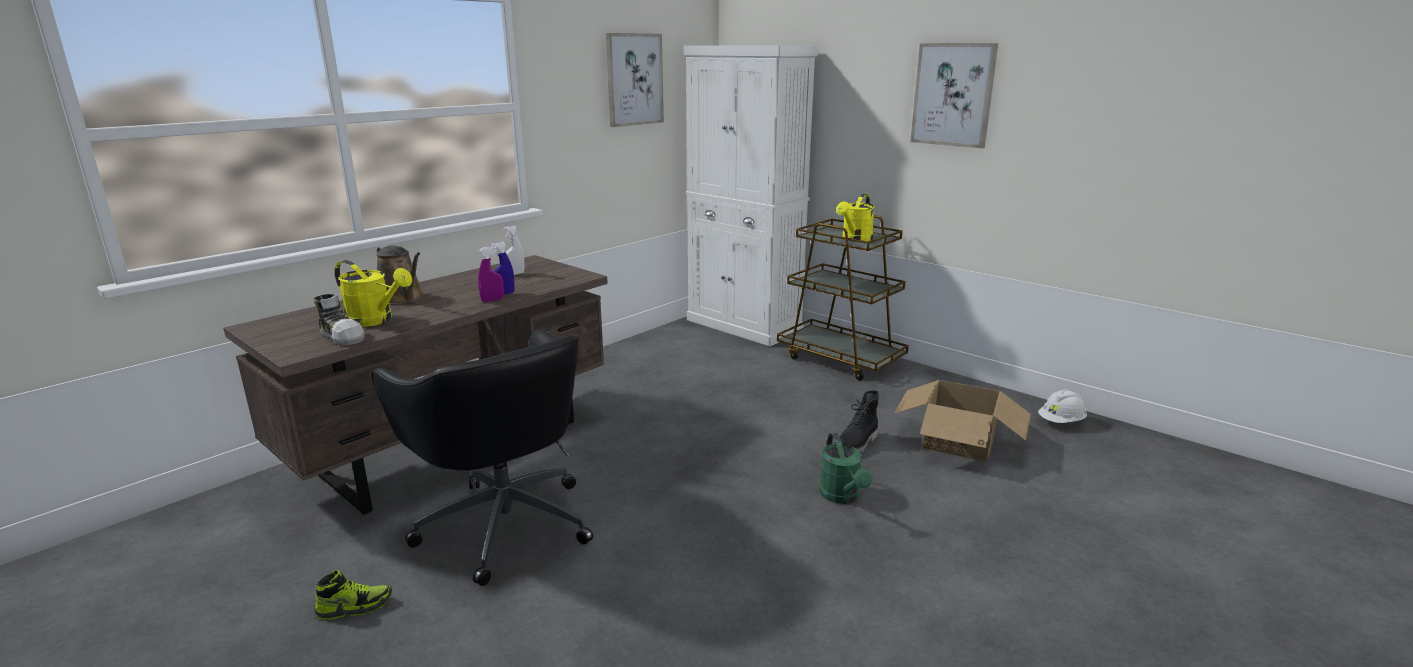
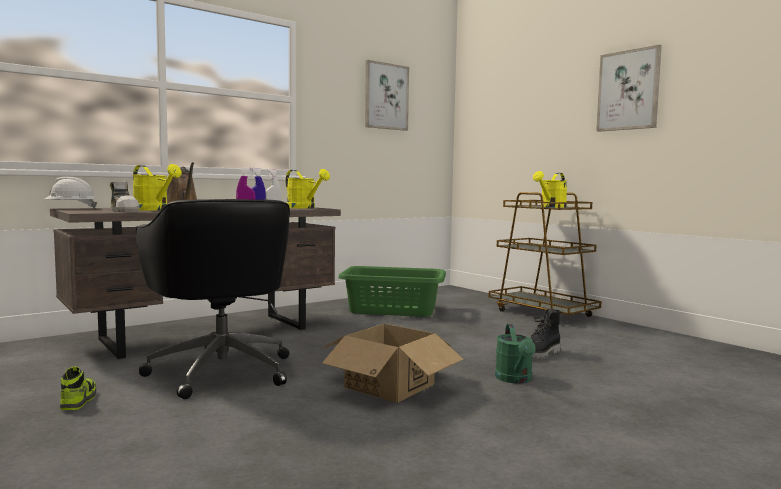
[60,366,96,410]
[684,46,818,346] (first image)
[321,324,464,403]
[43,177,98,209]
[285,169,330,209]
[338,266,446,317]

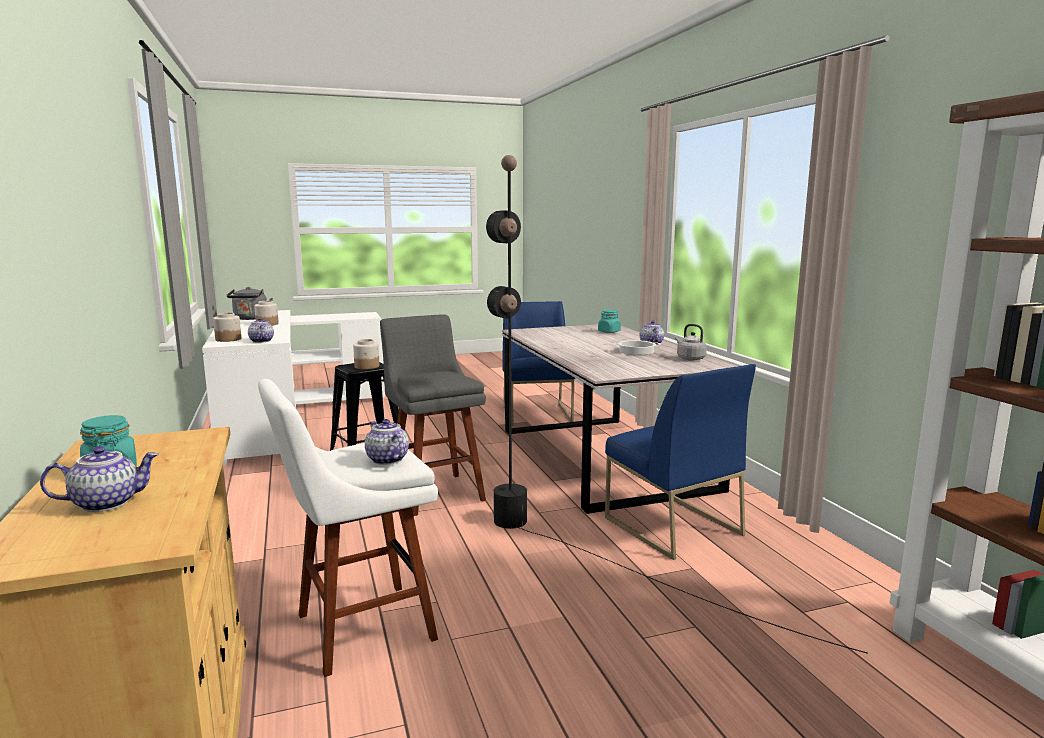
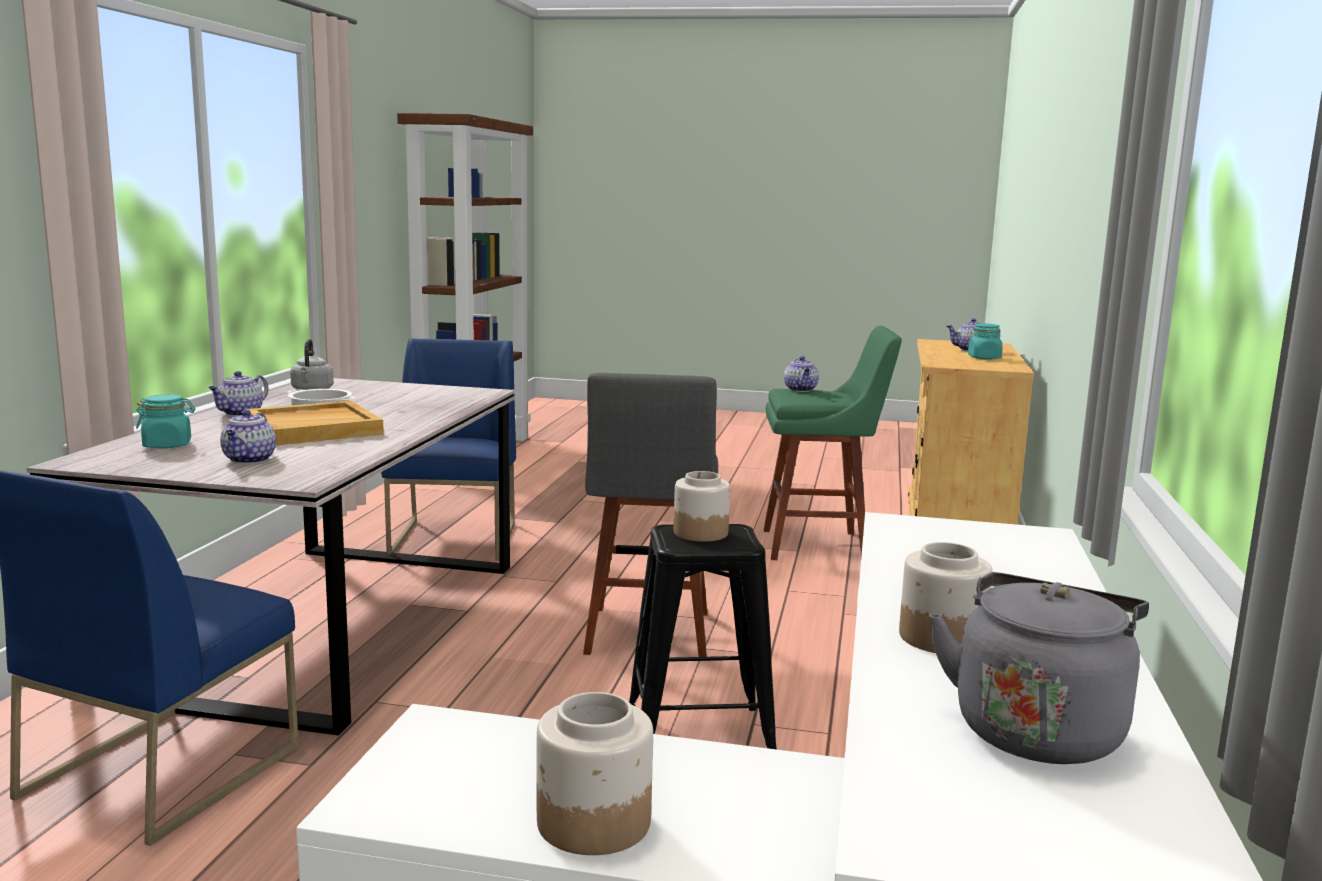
[537,692,653,855]
[220,410,276,464]
[764,326,902,560]
[486,155,868,654] (first image)
[246,401,384,445]

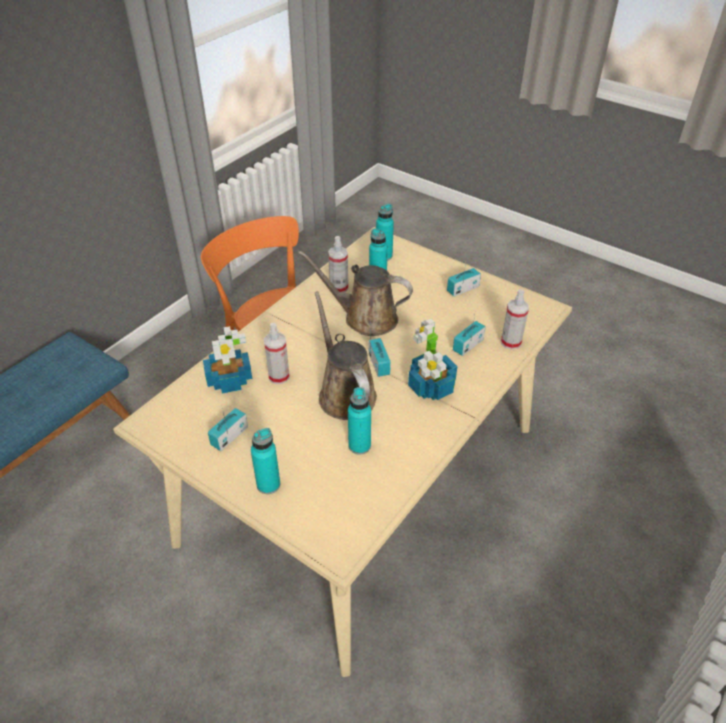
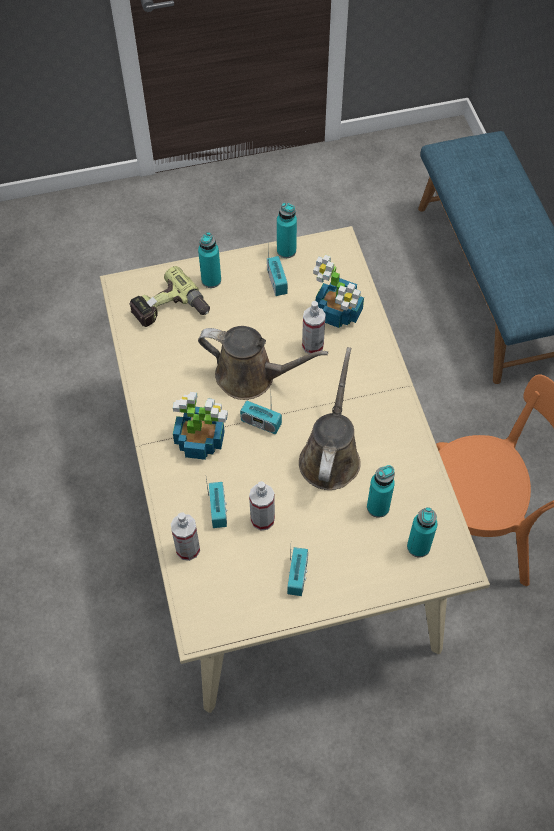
[299,347,361,490]
[249,481,275,531]
[277,203,297,258]
[129,266,210,327]

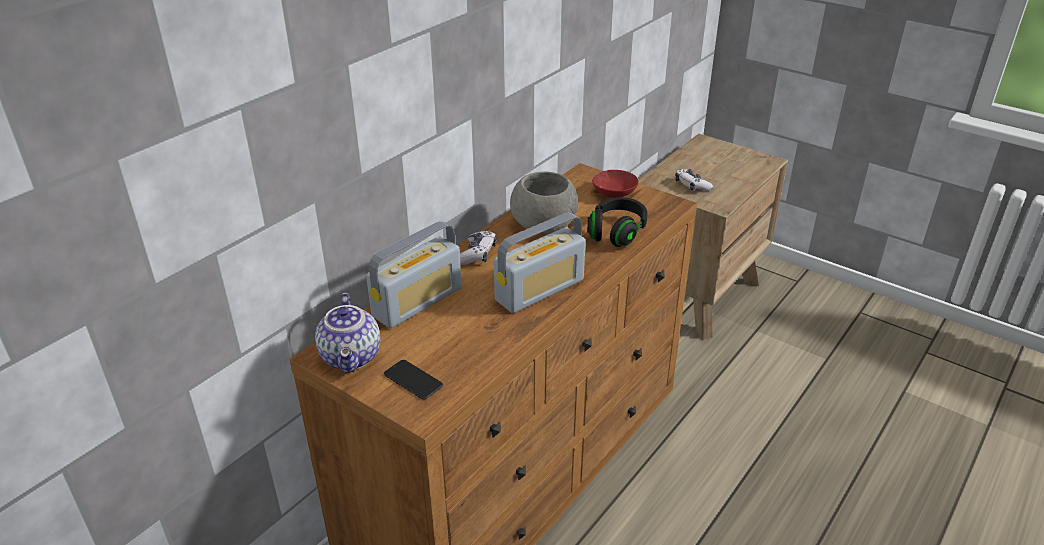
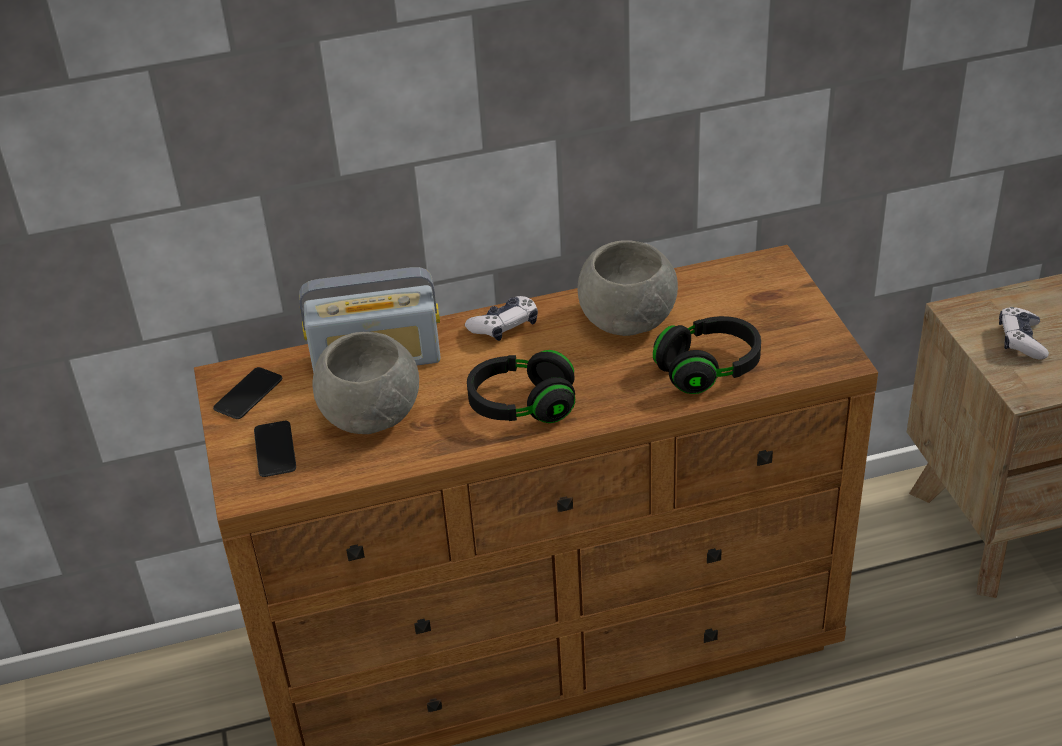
[213,367,282,419]
[467,350,575,423]
[592,170,639,198] (first image)
[312,332,419,434]

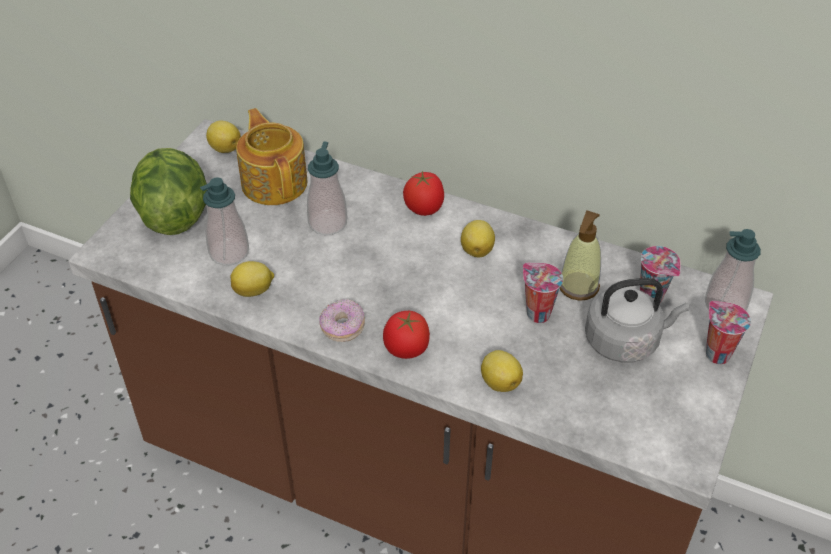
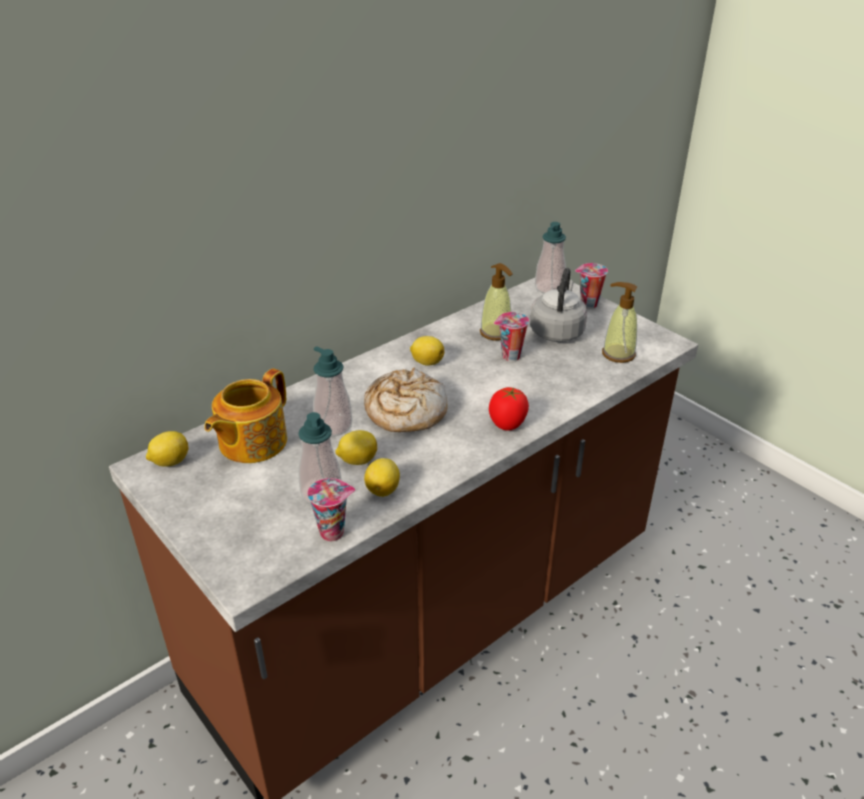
[130,148,208,235] (first image)
[205,368,287,463]
[319,299,365,342] (first image)
[403,171,444,216] (first image)
[335,430,377,465]
[307,478,355,541]
[364,367,447,432]
[602,282,637,363]

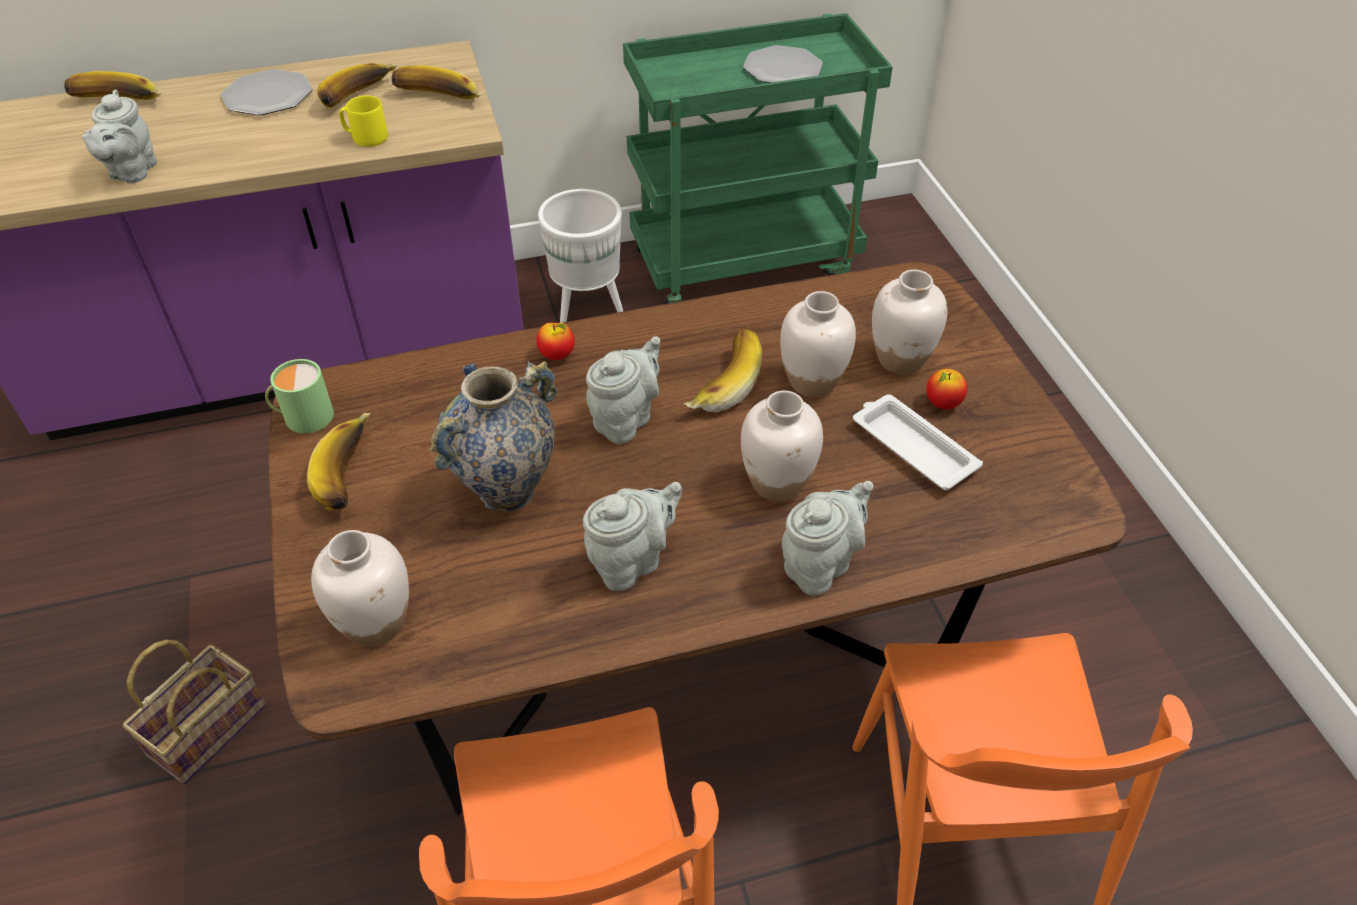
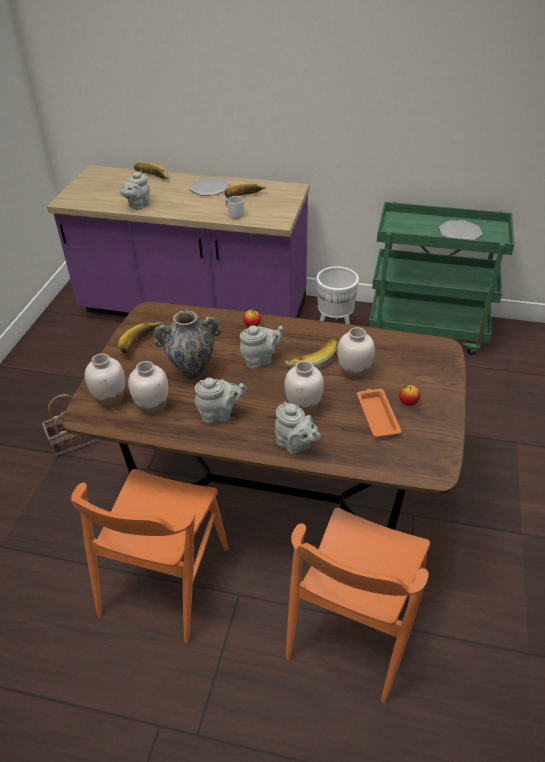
[265,359,334,434] (first image)
[226,196,245,219]
[392,65,481,99] (first image)
[275,402,321,455]
[357,389,402,437]
[128,361,168,416]

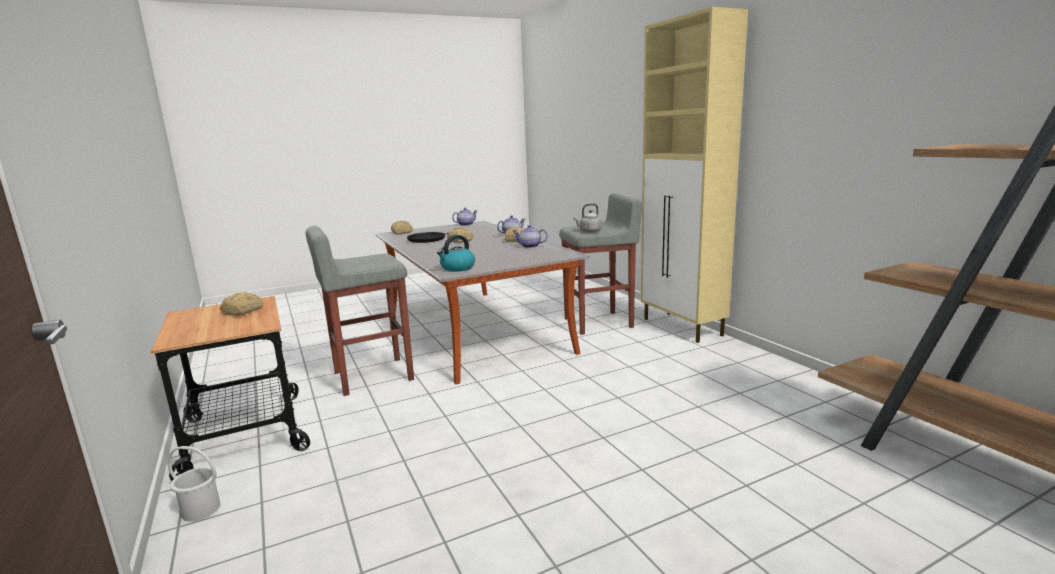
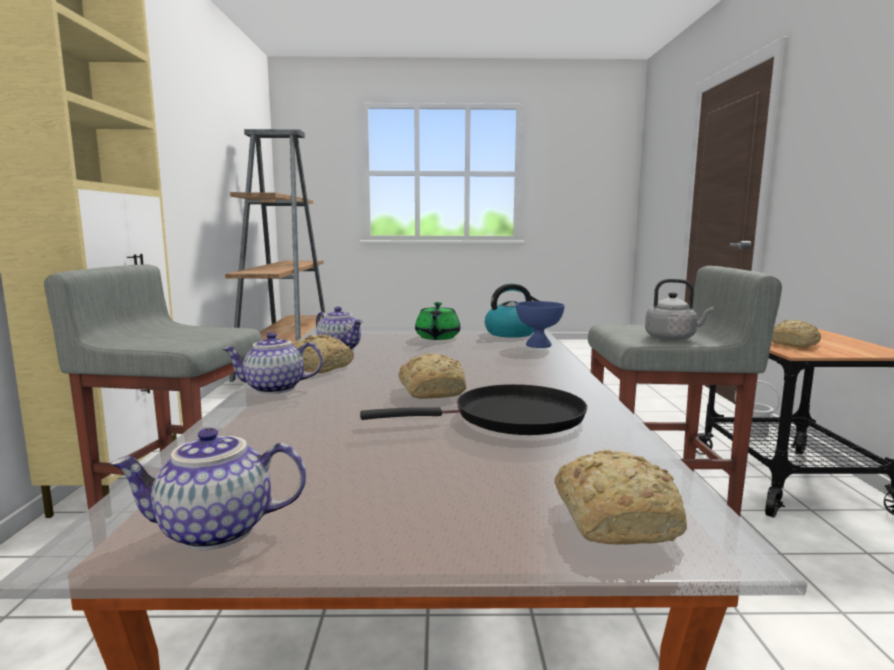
[645,279,714,340]
[415,302,461,340]
[516,301,565,348]

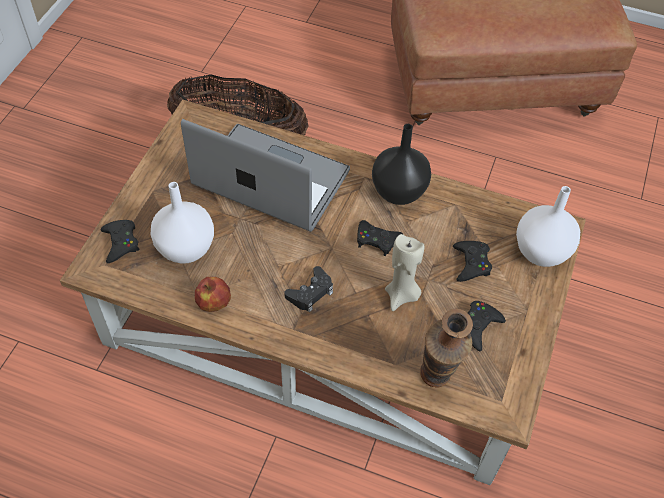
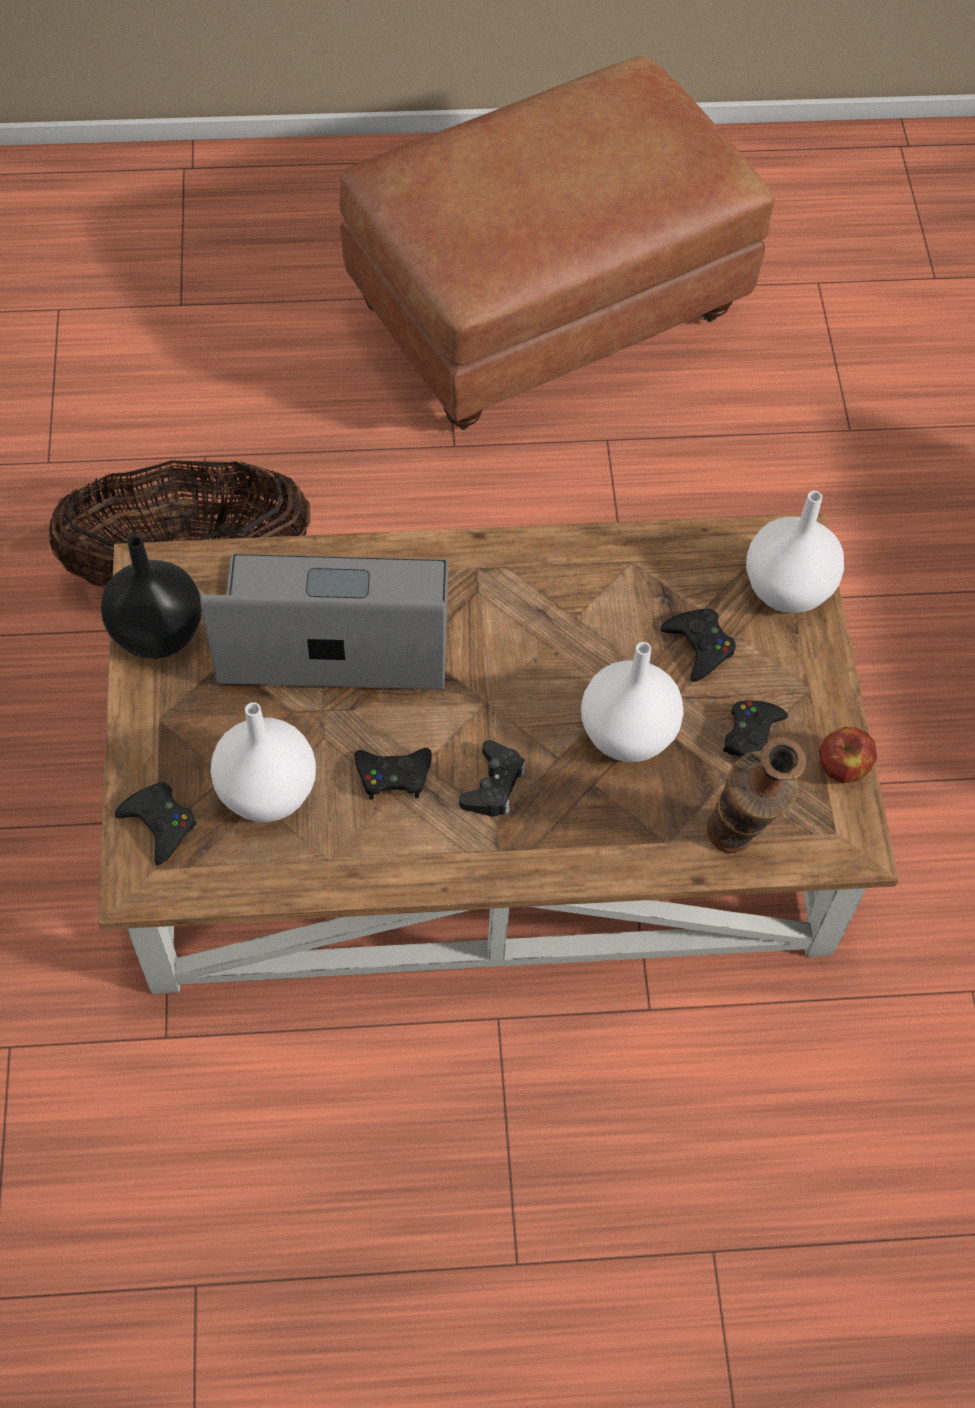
[819,727,877,784]
[354,748,432,800]
[101,536,202,659]
[581,642,684,762]

